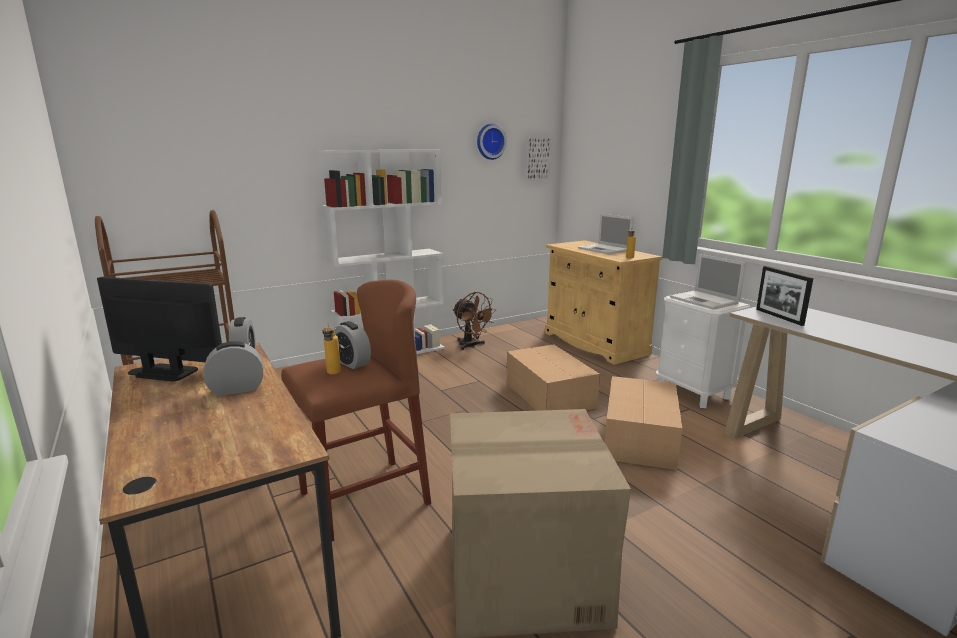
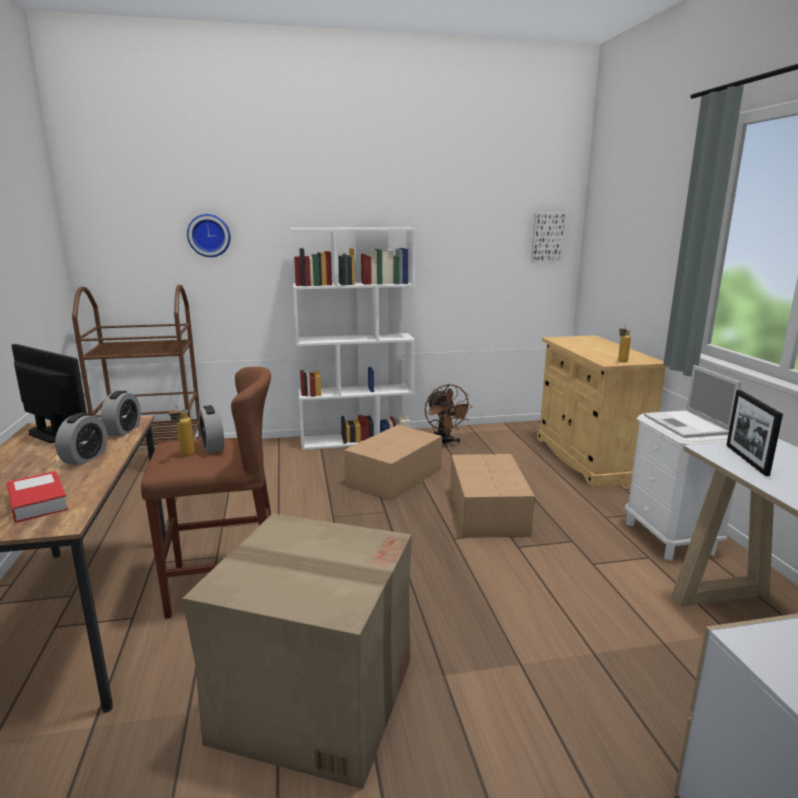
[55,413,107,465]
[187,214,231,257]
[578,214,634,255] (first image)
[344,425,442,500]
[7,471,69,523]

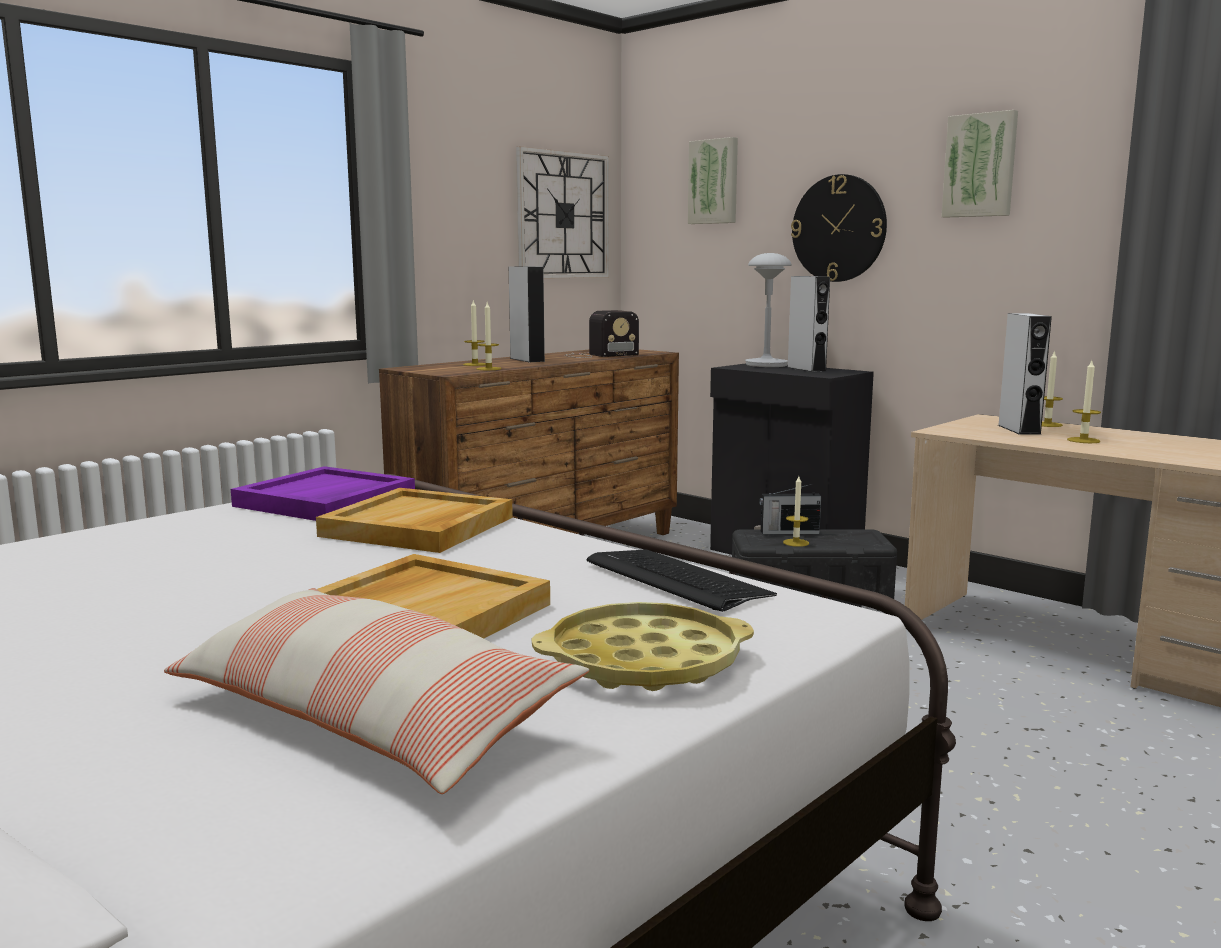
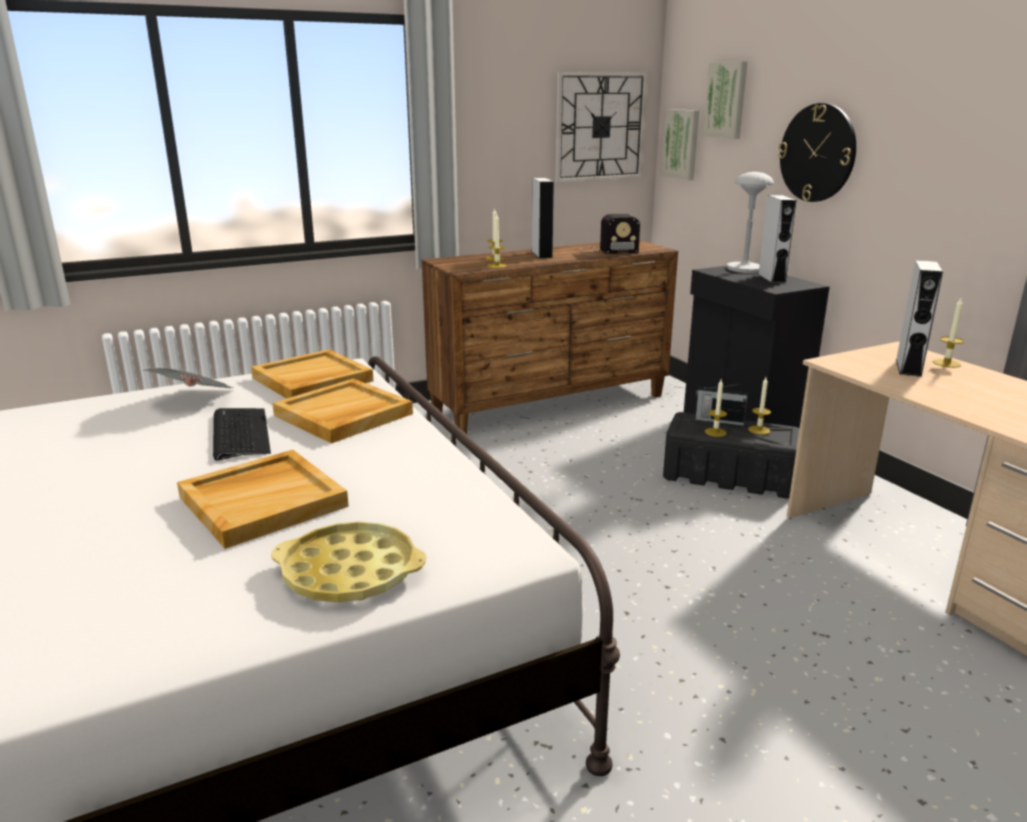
[164,588,589,794] (first image)
[251,349,373,399]
[213,408,271,461]
[662,109,699,180]
[748,377,771,435]
[142,368,234,388]

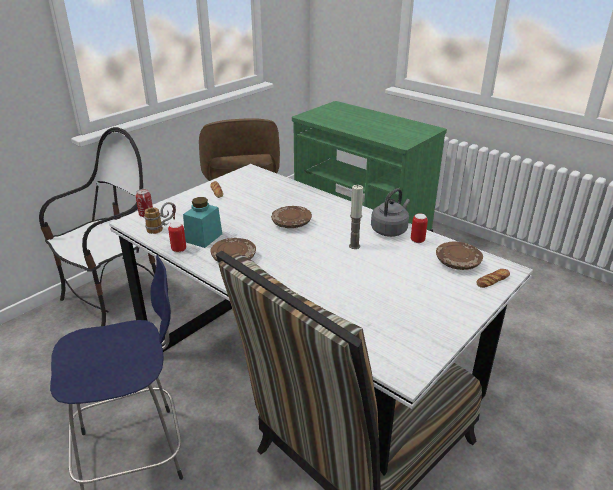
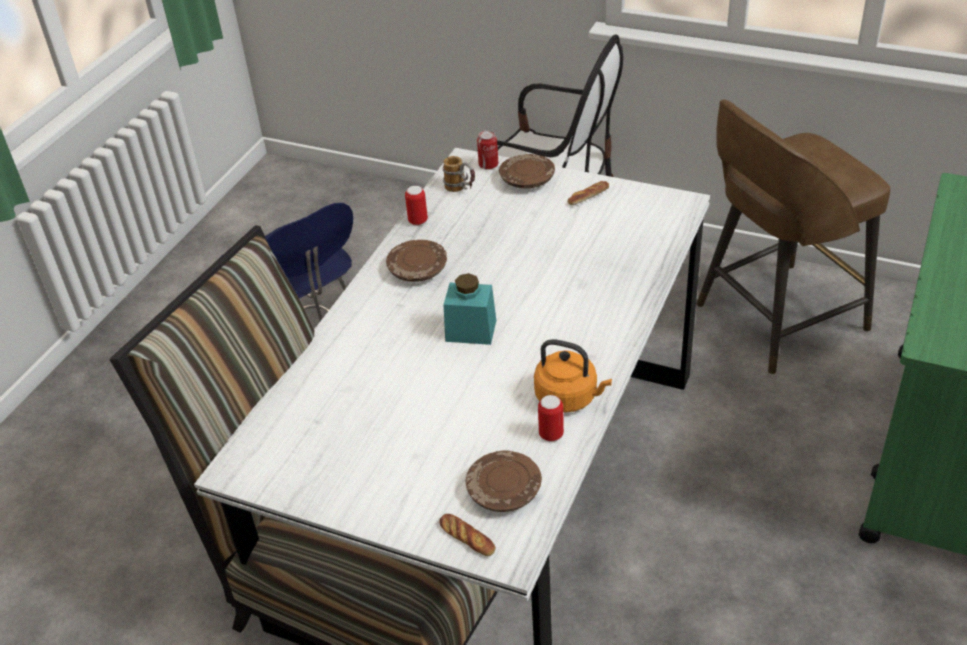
[444,273,496,345]
[499,154,555,188]
[349,185,363,249] (first image)
[534,339,612,413]

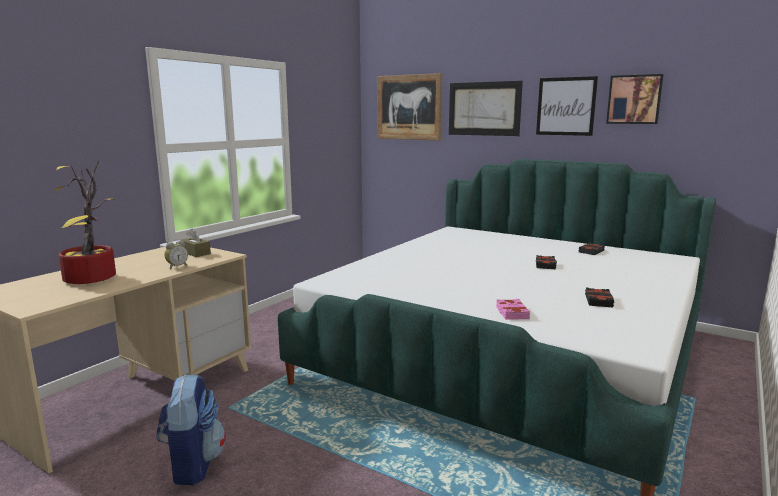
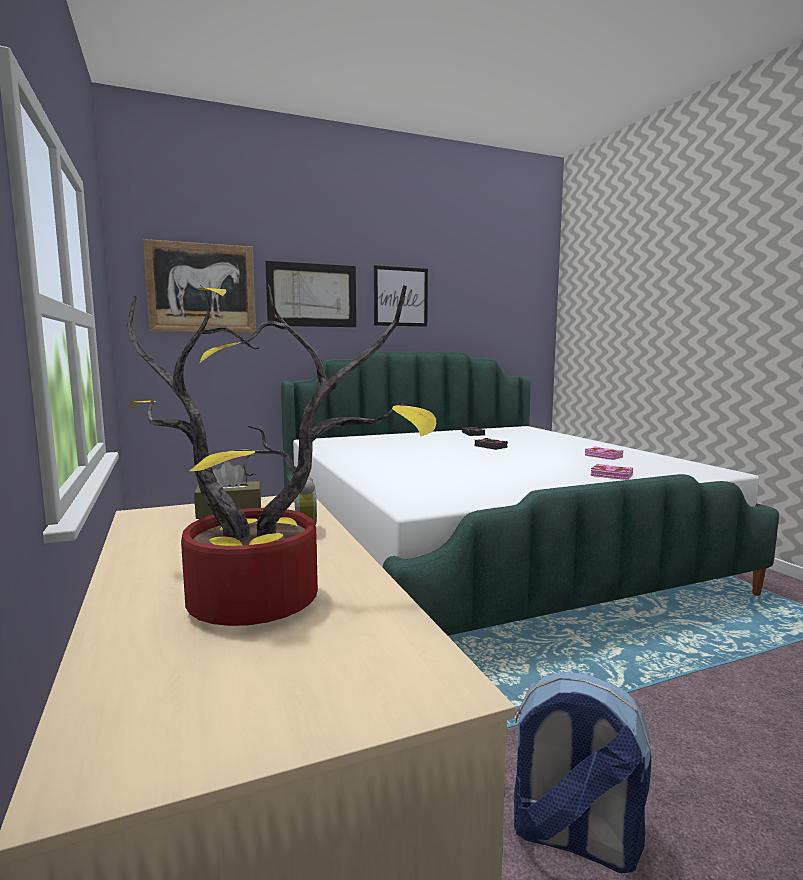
[585,446,623,460]
[606,74,664,124] (first image)

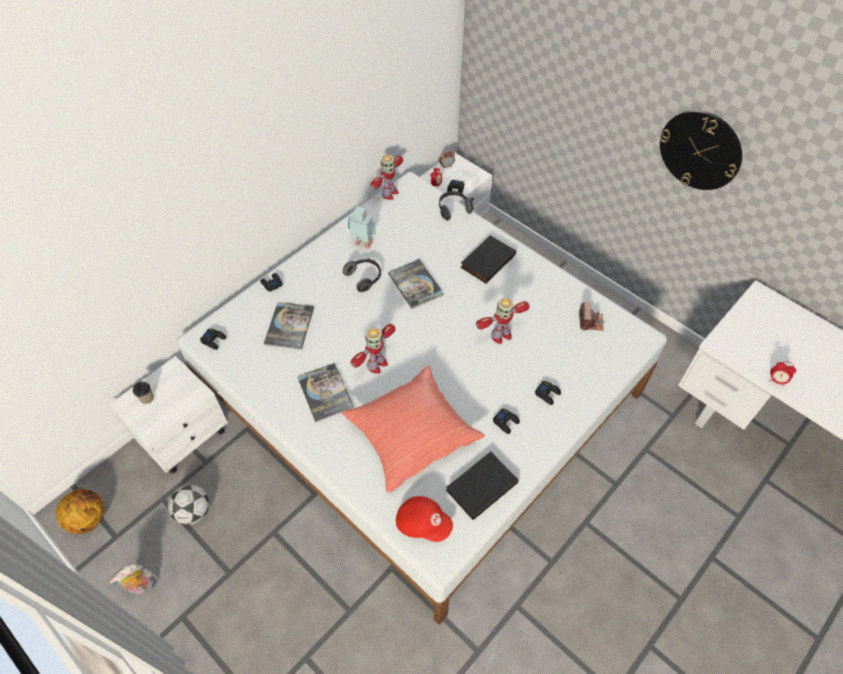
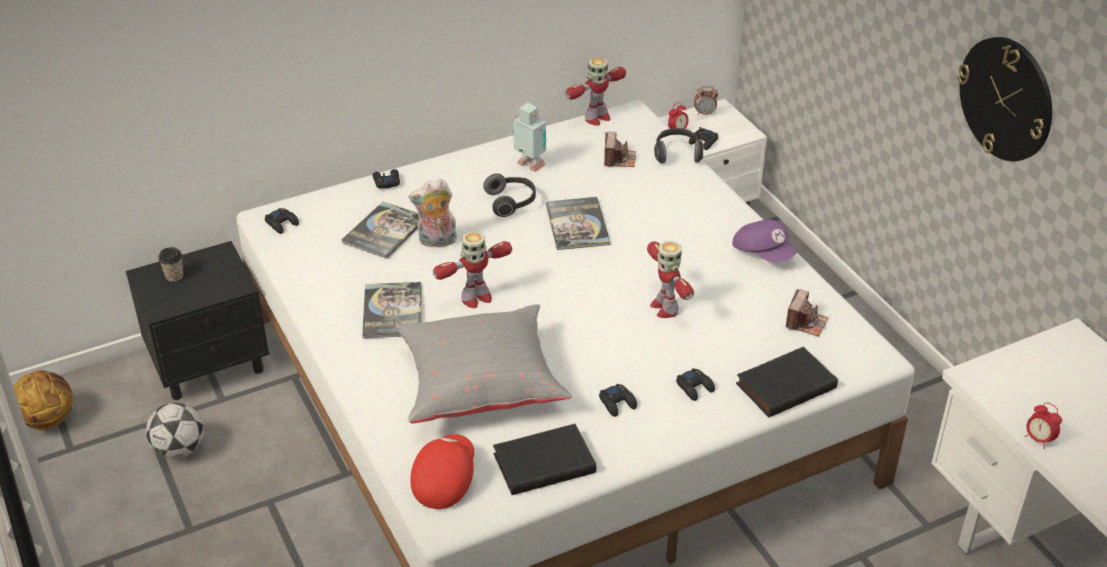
[126,241,269,400]
[409,179,457,247]
[395,304,572,423]
[410,434,474,509]
[736,347,838,418]
[647,241,694,318]
[604,131,636,167]
[732,219,797,262]

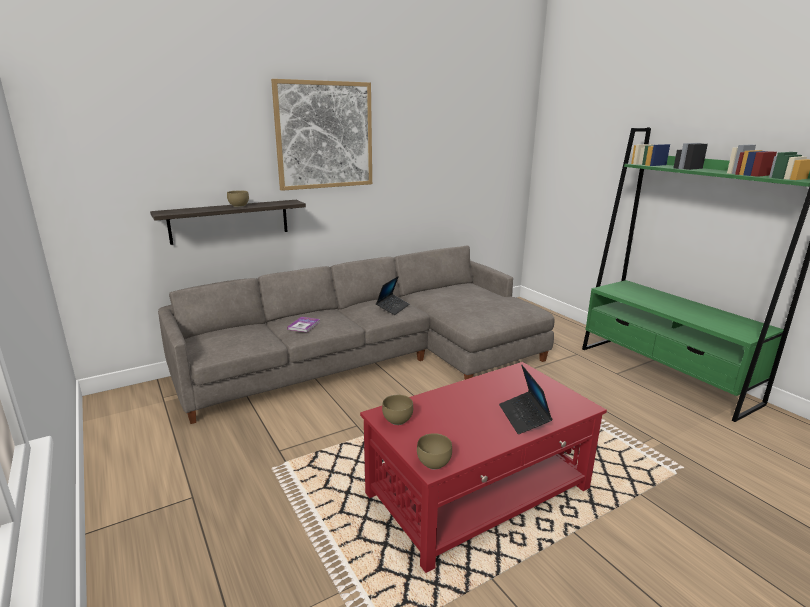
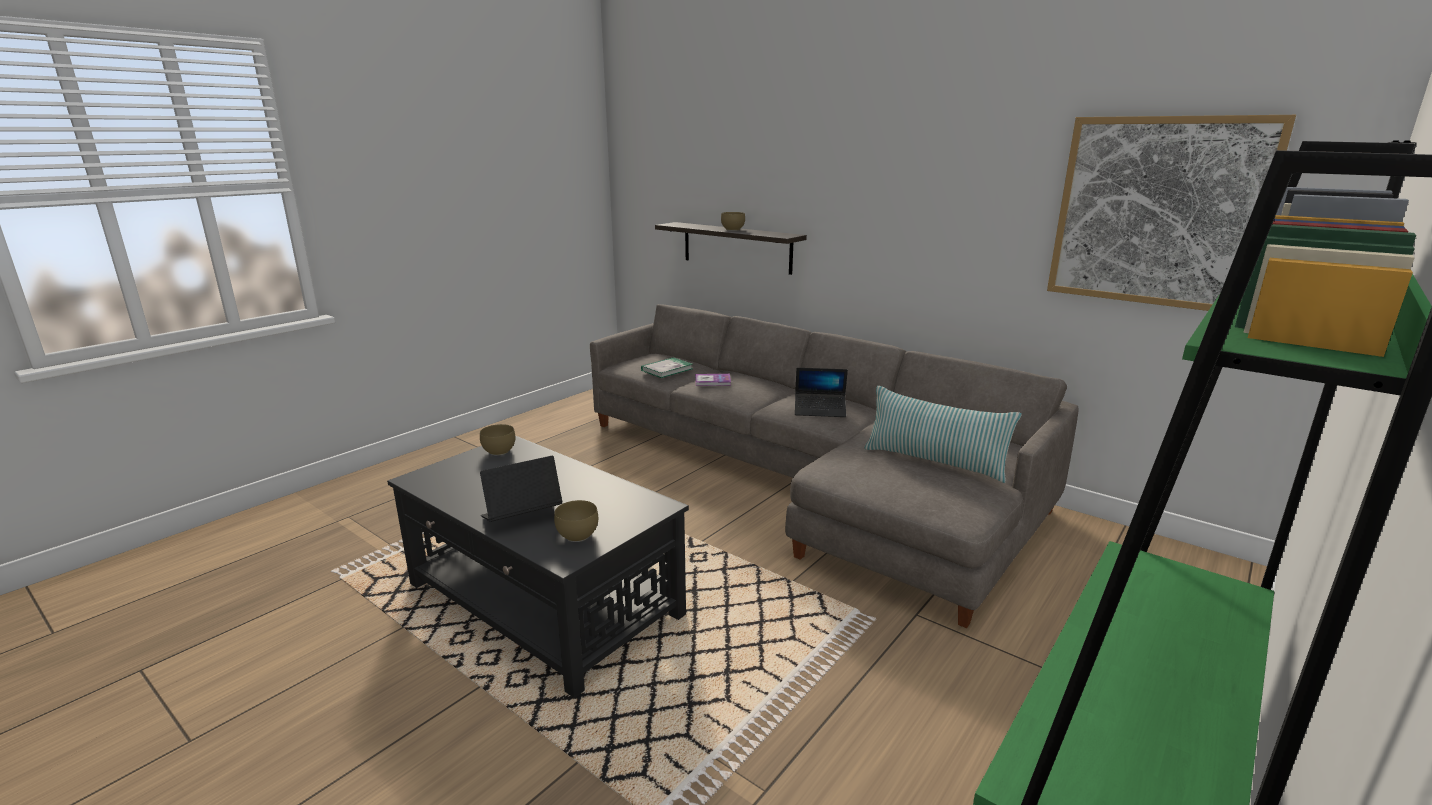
[1047,115,1296,311]
[387,436,689,698]
[554,500,598,542]
[641,357,693,378]
[864,386,1022,483]

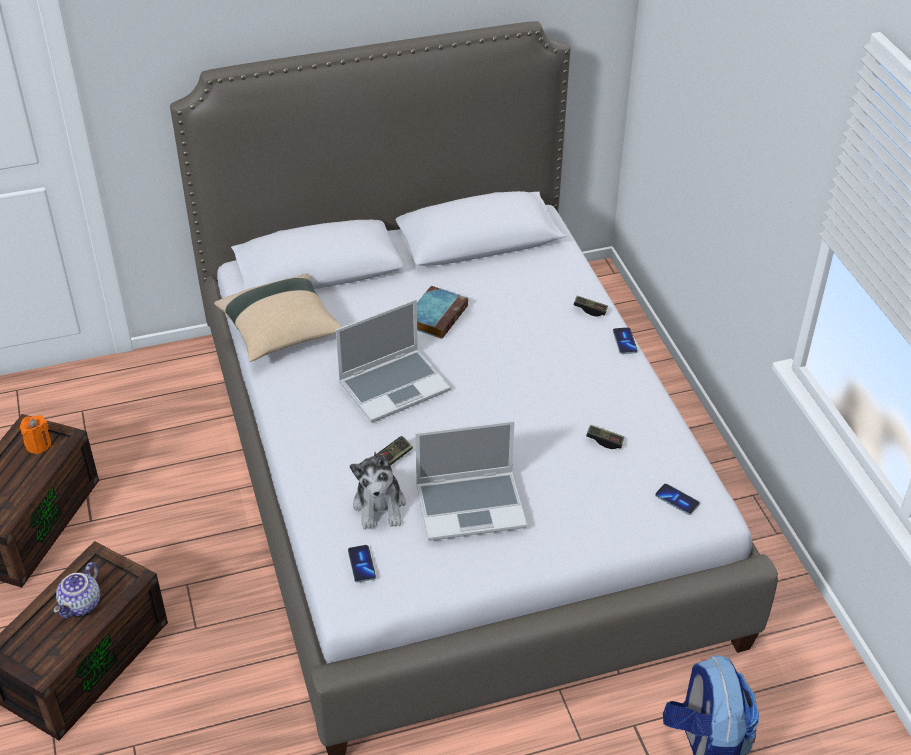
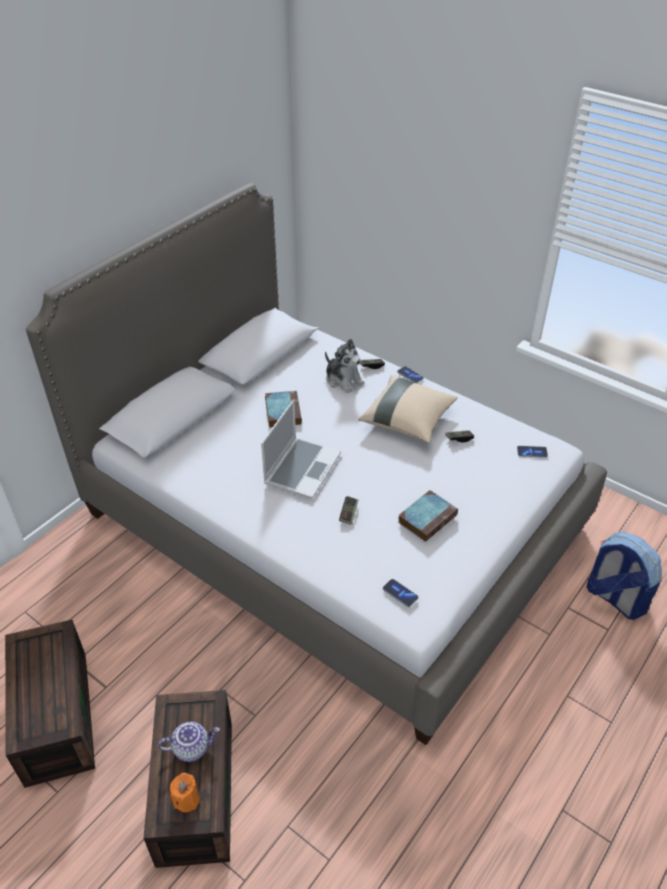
[170,773,200,813]
[158,722,220,762]
[358,375,458,443]
[325,339,365,394]
[398,490,458,542]

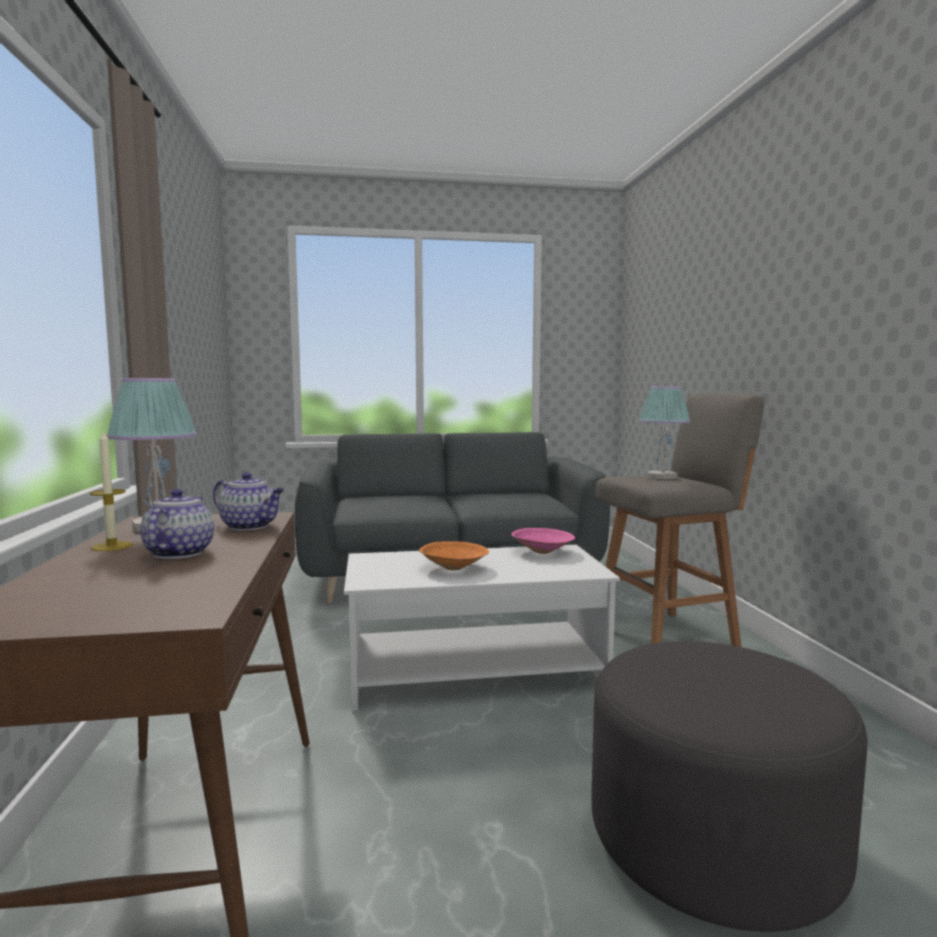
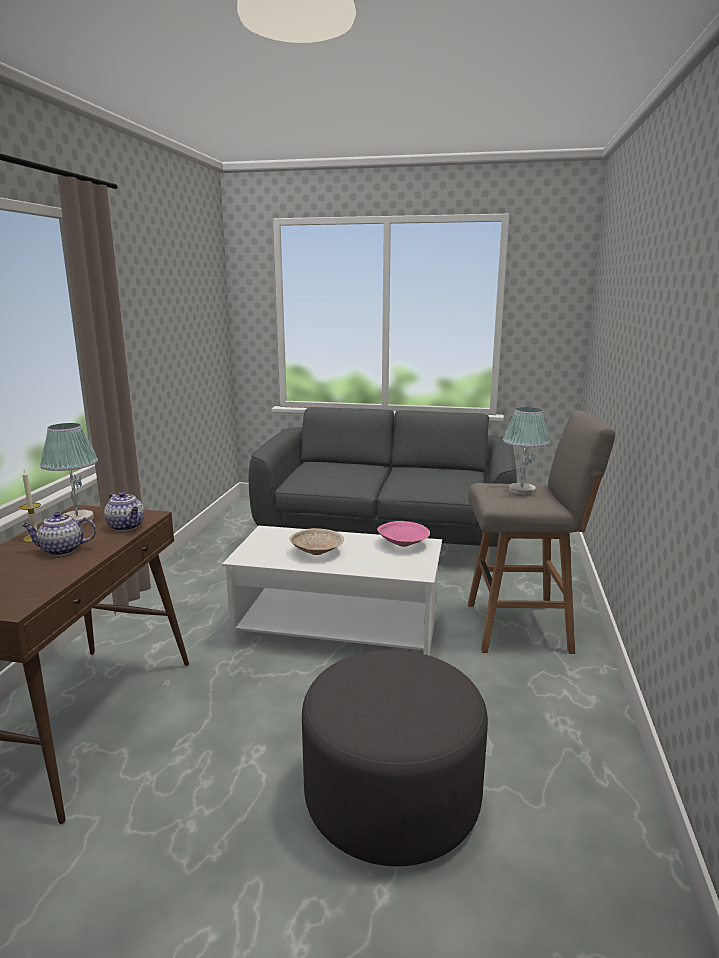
[22,512,96,556]
[289,528,344,555]

